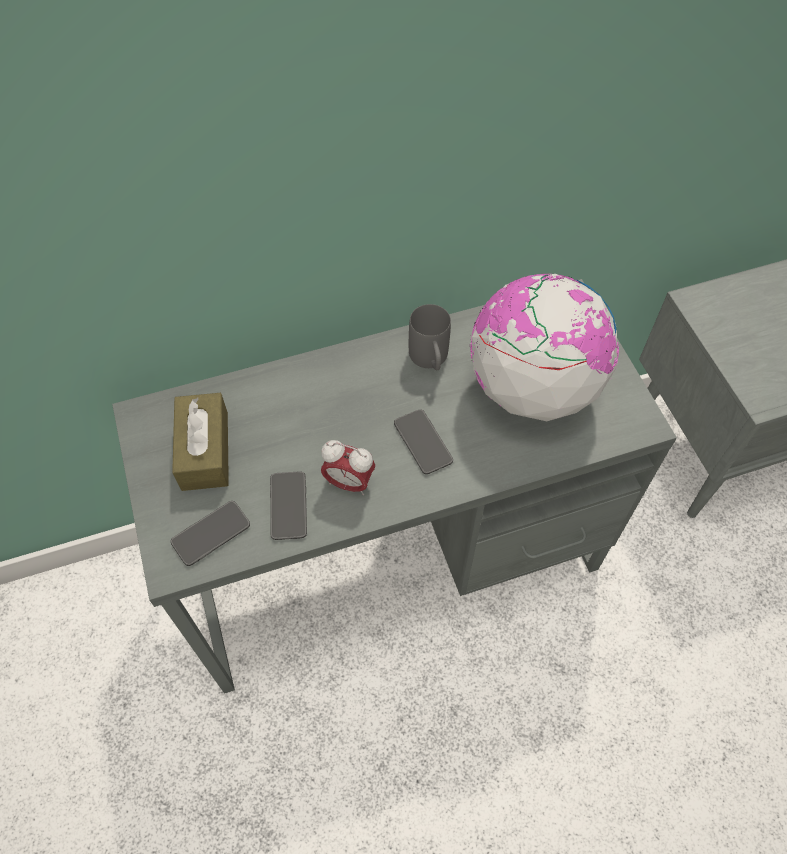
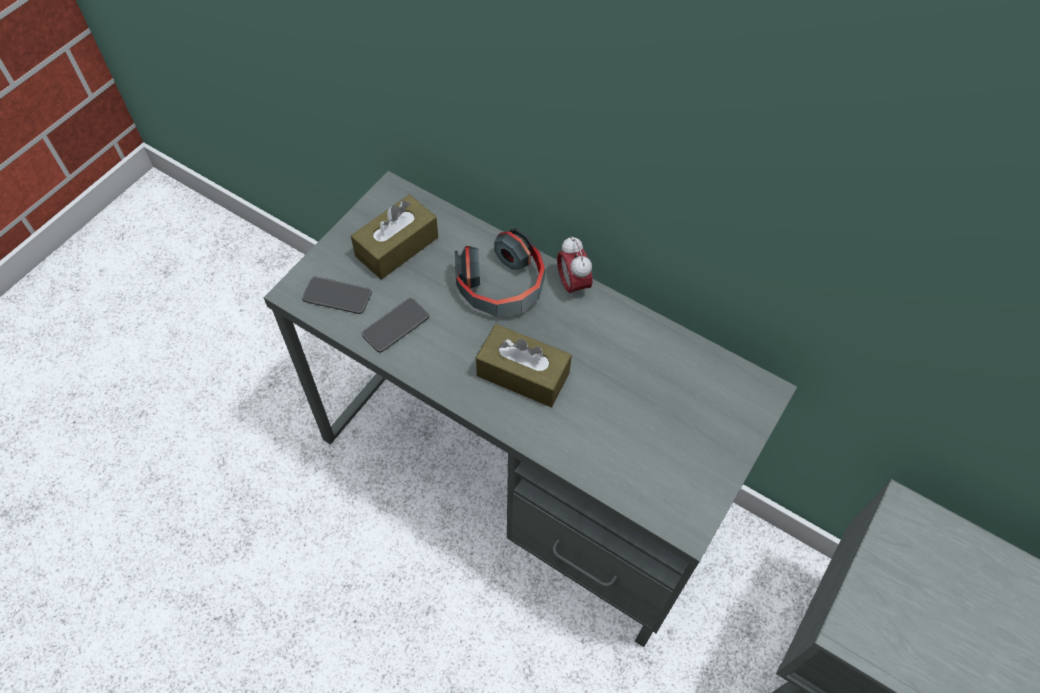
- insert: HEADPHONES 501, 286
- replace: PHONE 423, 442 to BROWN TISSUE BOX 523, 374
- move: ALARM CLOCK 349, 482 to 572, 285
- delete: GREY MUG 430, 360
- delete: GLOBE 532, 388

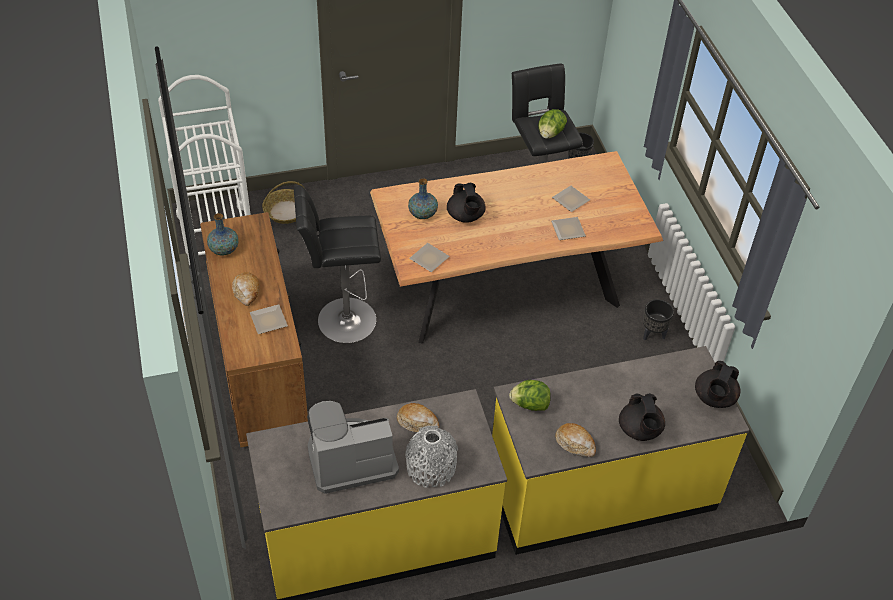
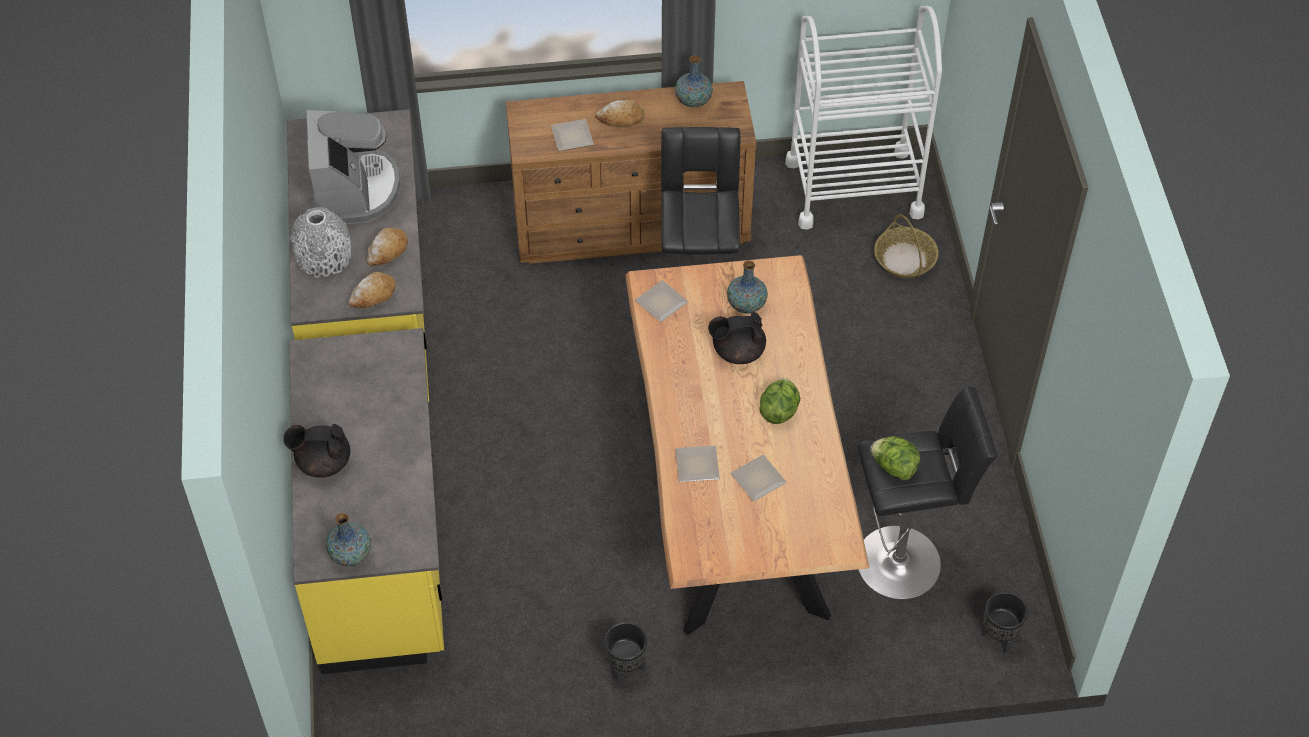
- replace: BLACK TEAPOT 714, 398 to VASE 350, 554
- move: BREAD 575, 443 to 373, 295
- move: LETTUCE 529, 404 to 779, 410

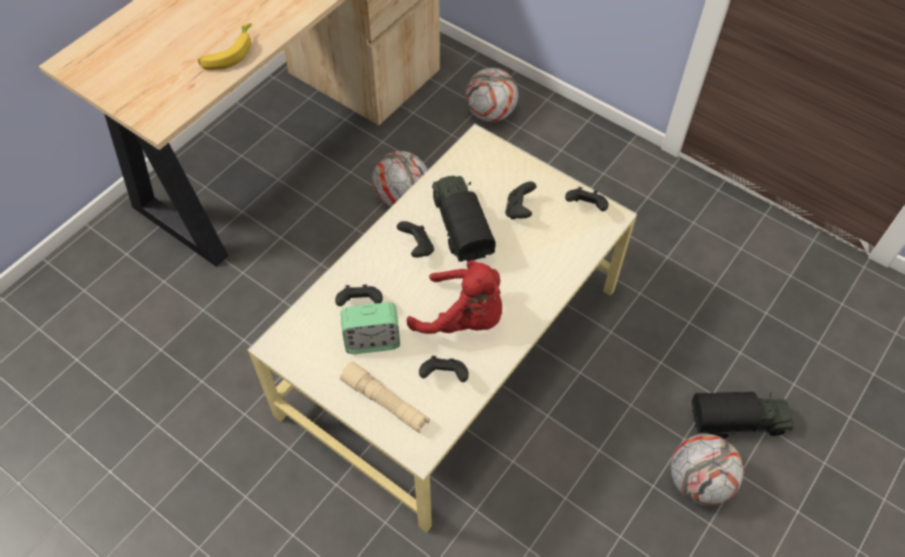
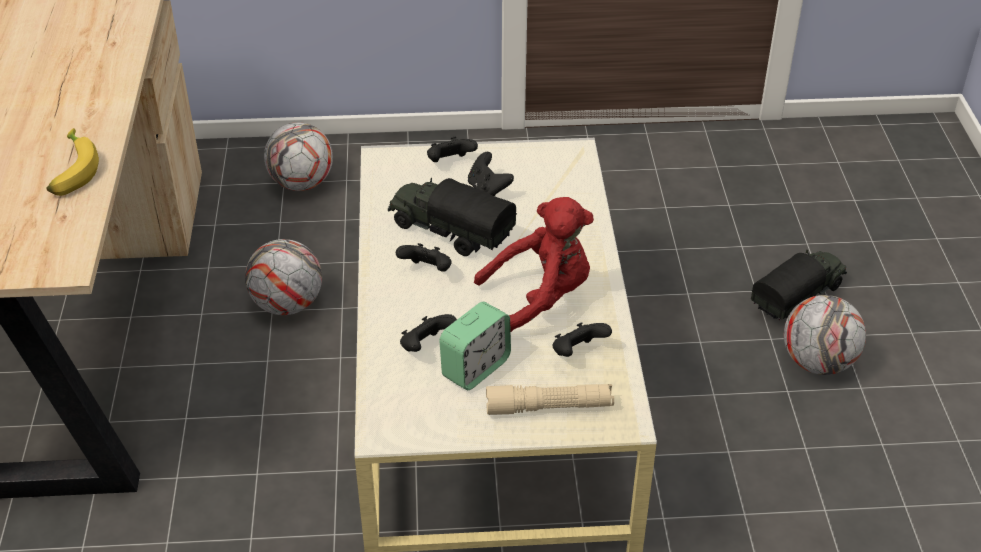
- move: BLACK GAME CONTROLLER 586, 207 to 450, 163

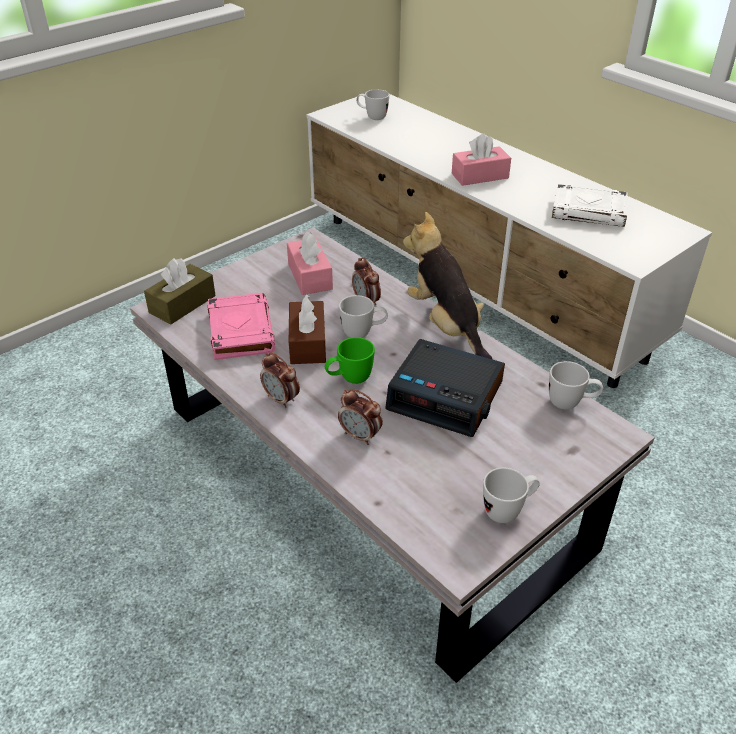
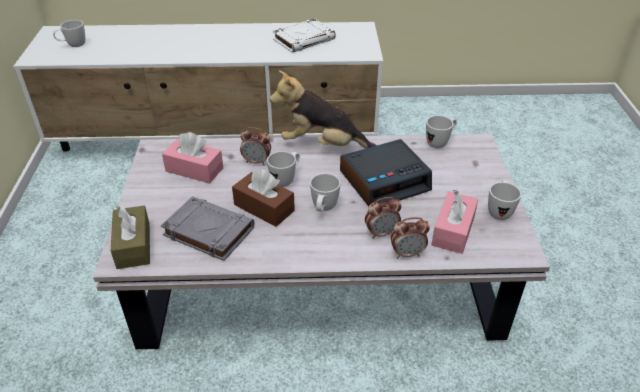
- recolor: PINK BOOK 240, 330 to GREY BOOK 208, 231
- recolor: GREEN MUG 349, 379 to WHITE MUG 323, 209
- move: ALARM CLOCK 281, 399 to 407, 253
- move: PINK TISSUE BOX 480, 176 to 453, 231

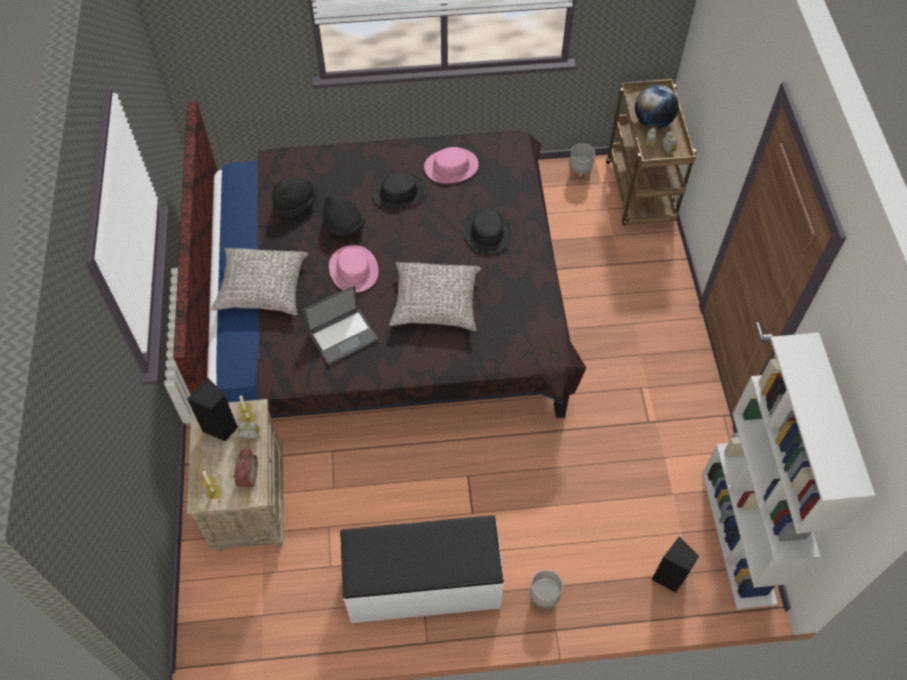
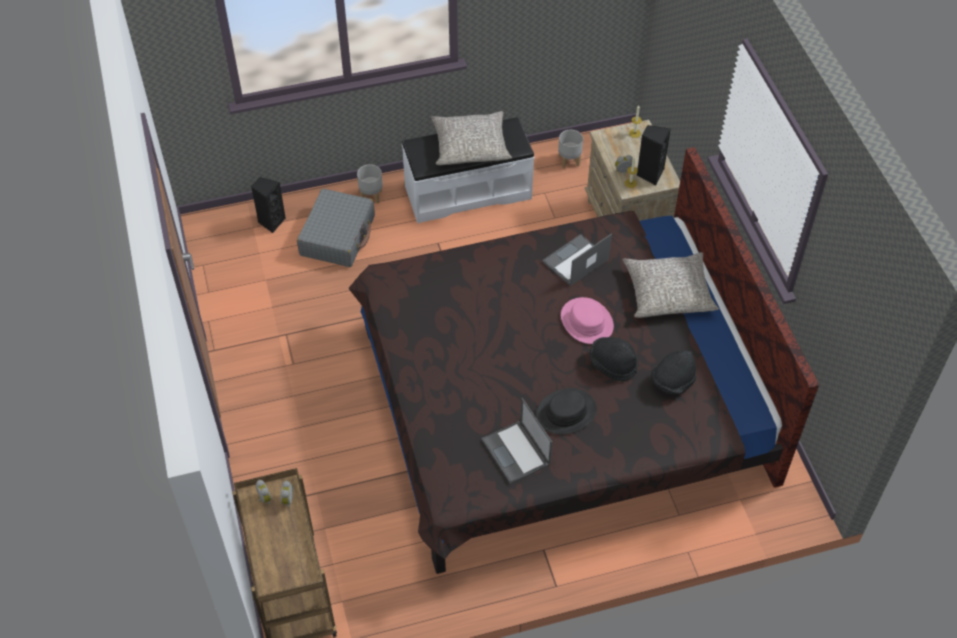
- insert: GREY SUITCASE 338, 236
- move: GREY PILLOW 435, 303 to 470, 146
- replace: PINK HAT 451, 166 to LAPTOP 516, 452
- move: GREY PLANTER 579, 174 to 569, 161
- delete: ALARM CLOCK 246, 476
- delete: BLACK HAT 487, 232
- delete: GLOBE 653, 122
- delete: WHITE BOOKCASE 739, 537

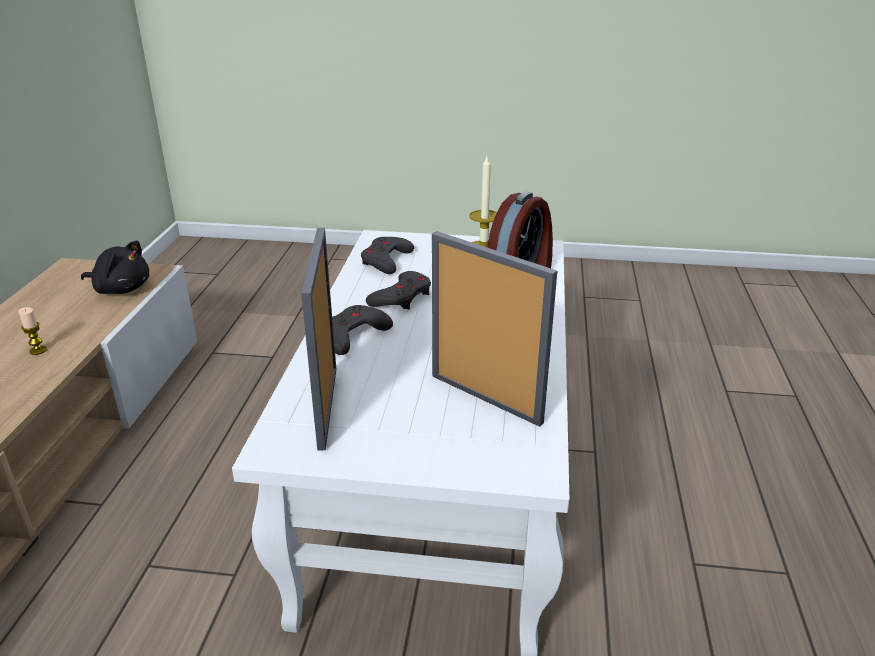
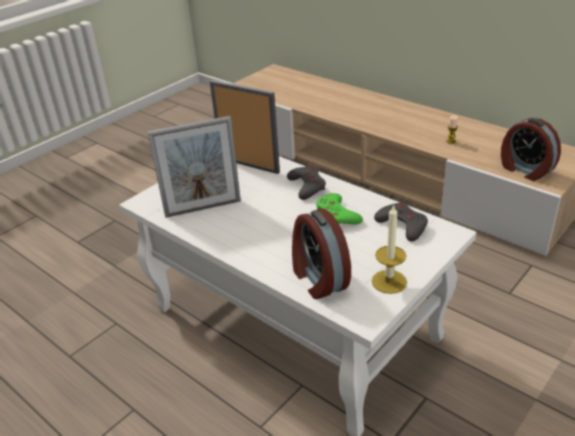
- recolor: GREY GAME CONTROLLER 401, 297 to GREEN GAME CONTROLLER 337, 215
- replace: BLACK PLUSH TOY 121, 289 to ALARM CLOCK 525, 170

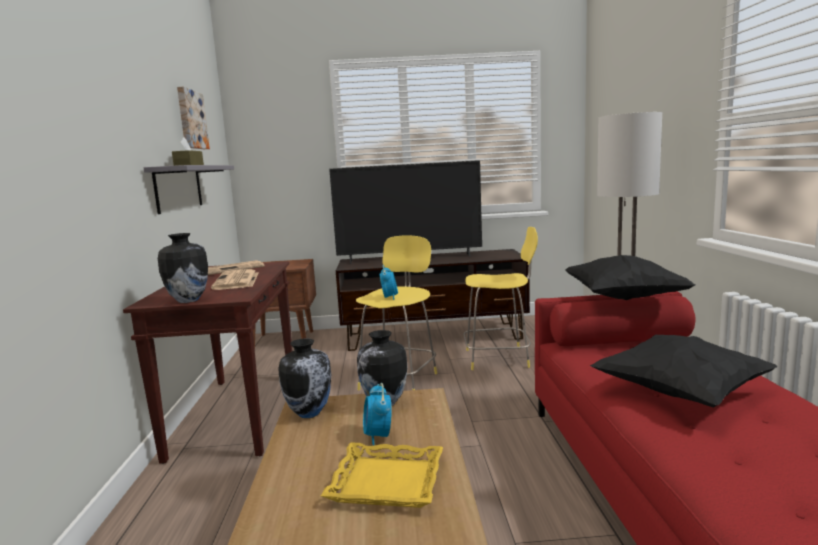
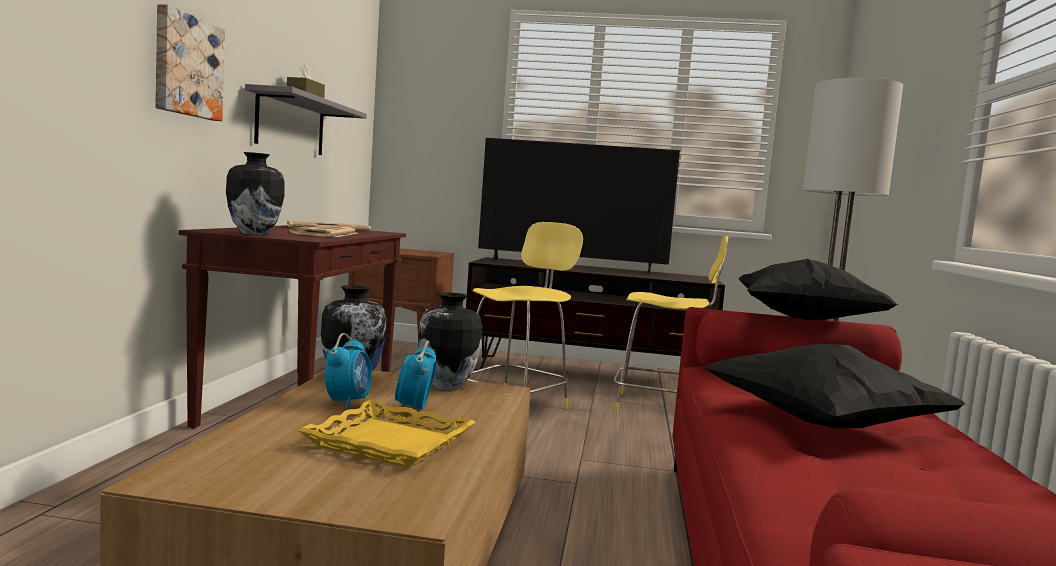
- move: PICTURE 190, 120 to 186, 66
- move: ALARM CLOCK 389, 297 to 348, 402

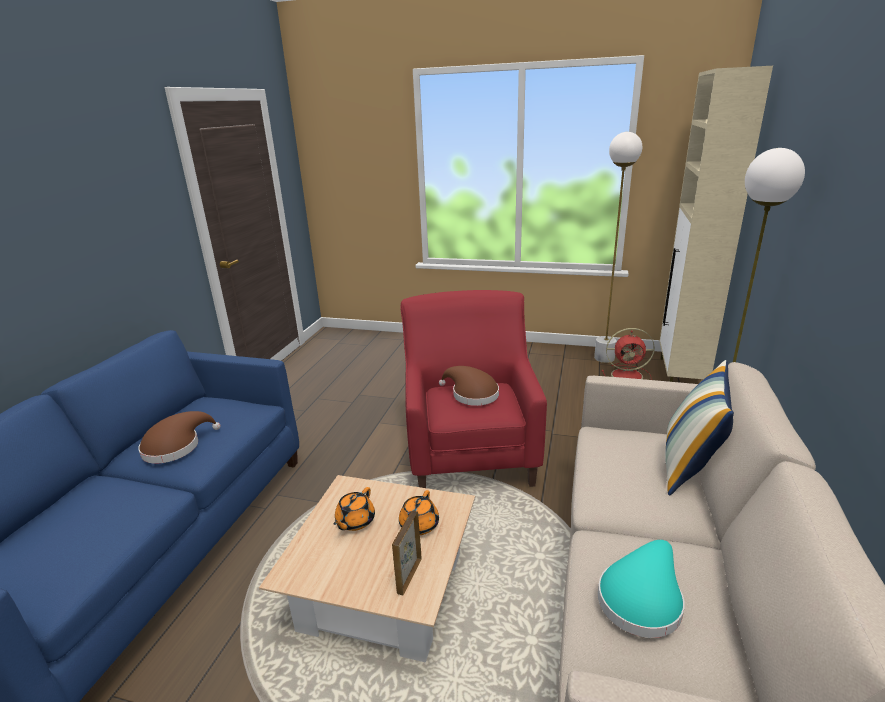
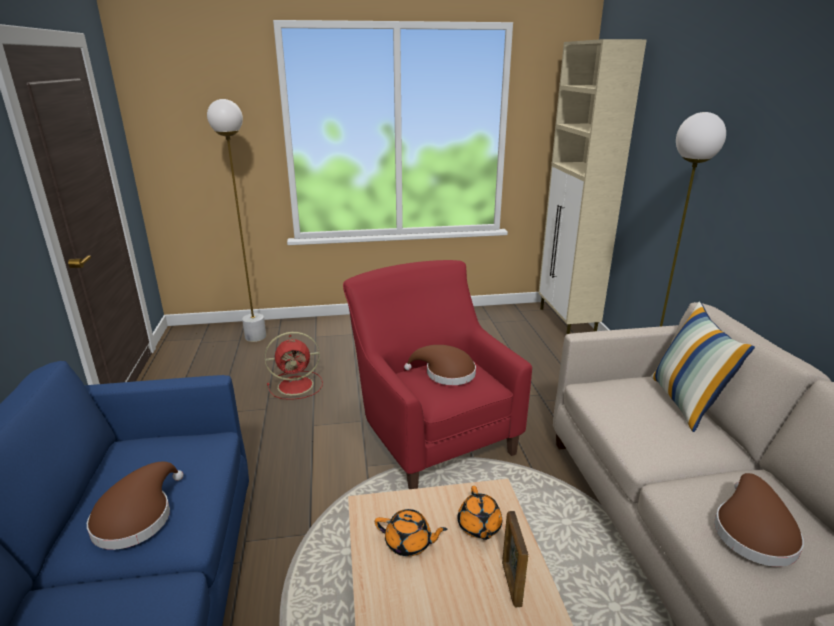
- move: WHITE FLOOR LAMP 604, 358 to 255, 337
- move: RED FAN 628, 375 to 297, 385
- rotate: ORANGE TEAPOT 355, 521 = 409, 543 75 degrees counterclockwise
- recolor: TURQUOISE HAT 641, 598 to BROWN HAT 752, 531

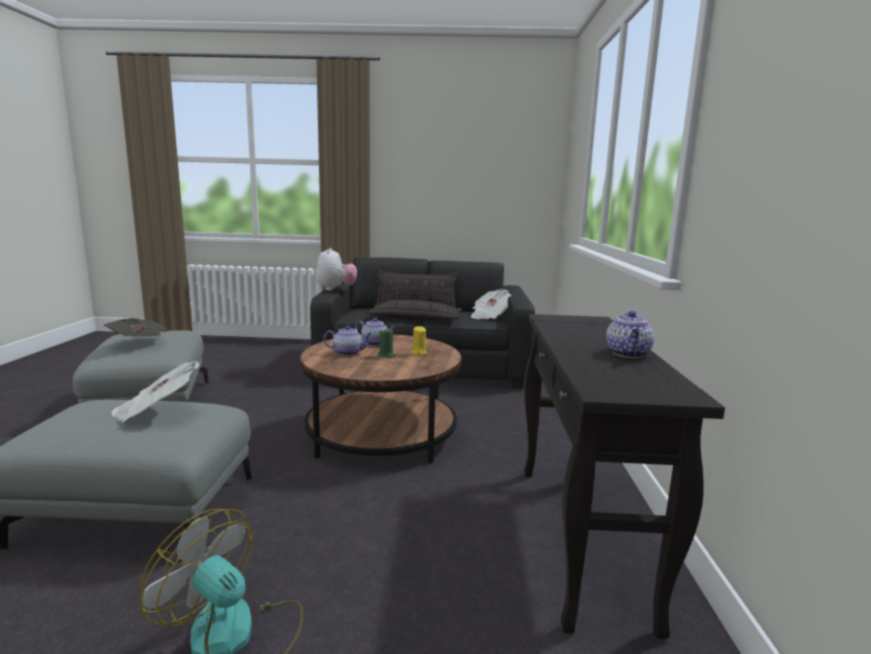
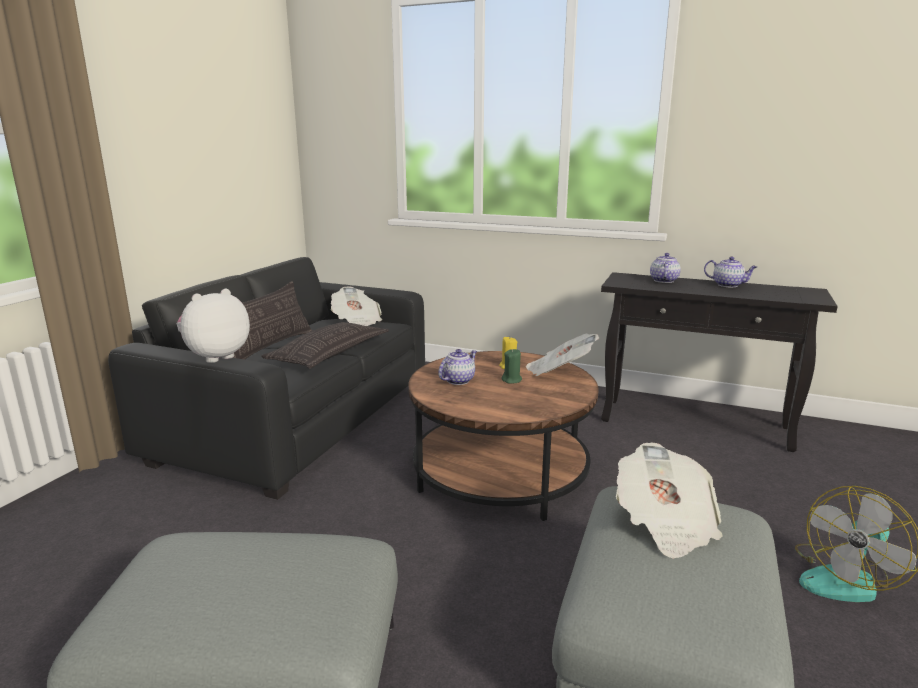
- rotate: PLUSH TOY 336, 289 = 215, 356 60 degrees counterclockwise
- move: NEWSPAPER 140, 343 to 559, 372
- move: TEAPOT 348, 353 to 663, 280

